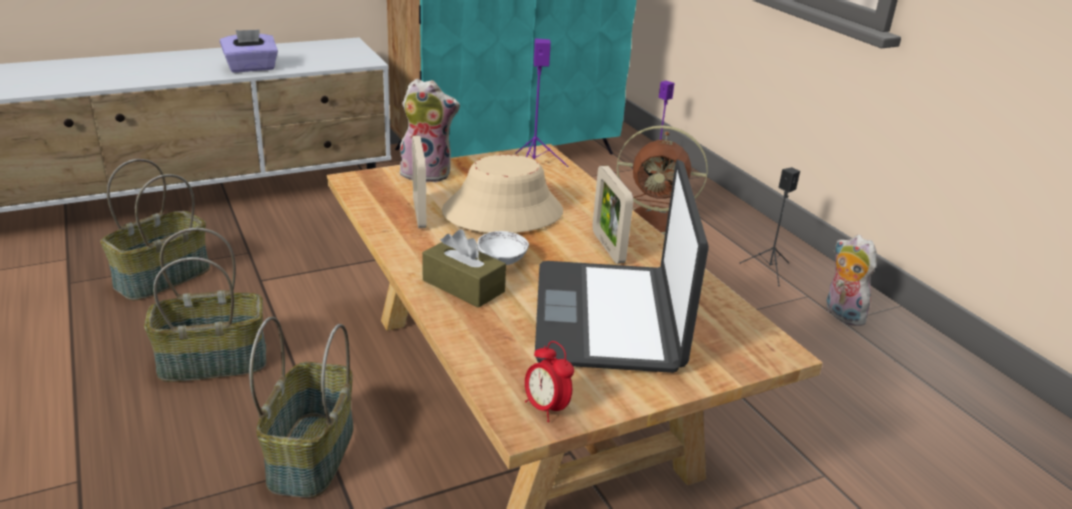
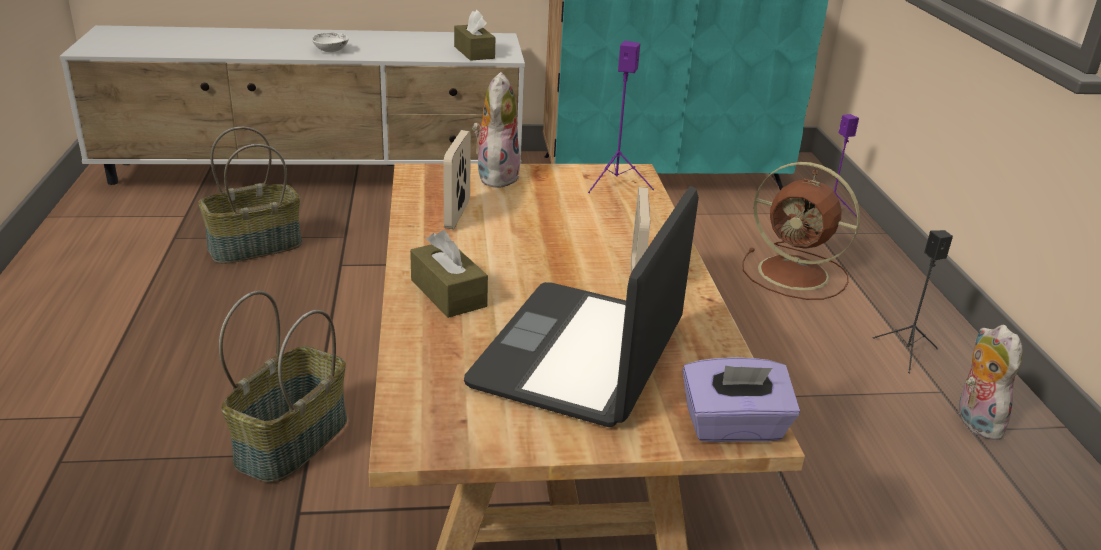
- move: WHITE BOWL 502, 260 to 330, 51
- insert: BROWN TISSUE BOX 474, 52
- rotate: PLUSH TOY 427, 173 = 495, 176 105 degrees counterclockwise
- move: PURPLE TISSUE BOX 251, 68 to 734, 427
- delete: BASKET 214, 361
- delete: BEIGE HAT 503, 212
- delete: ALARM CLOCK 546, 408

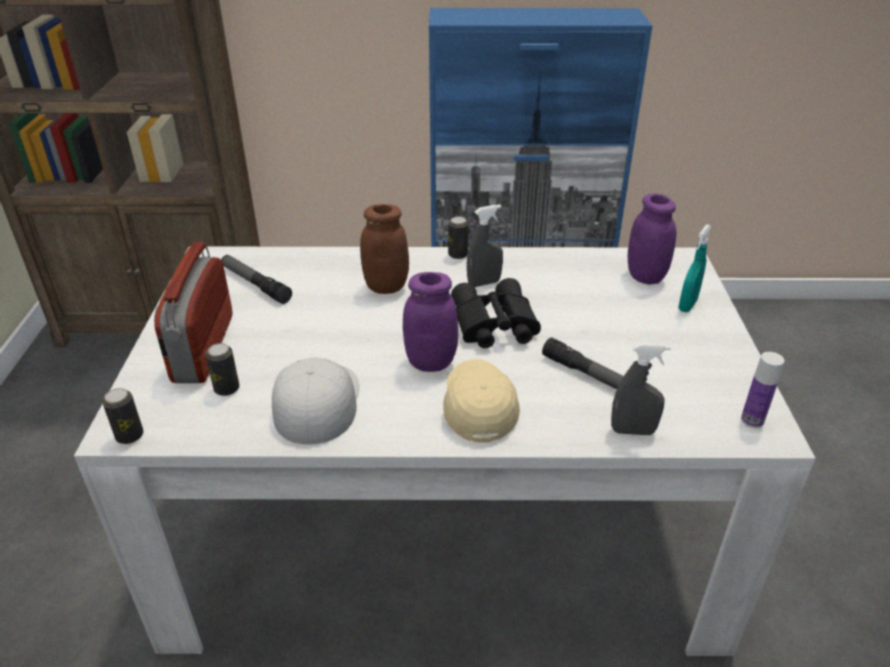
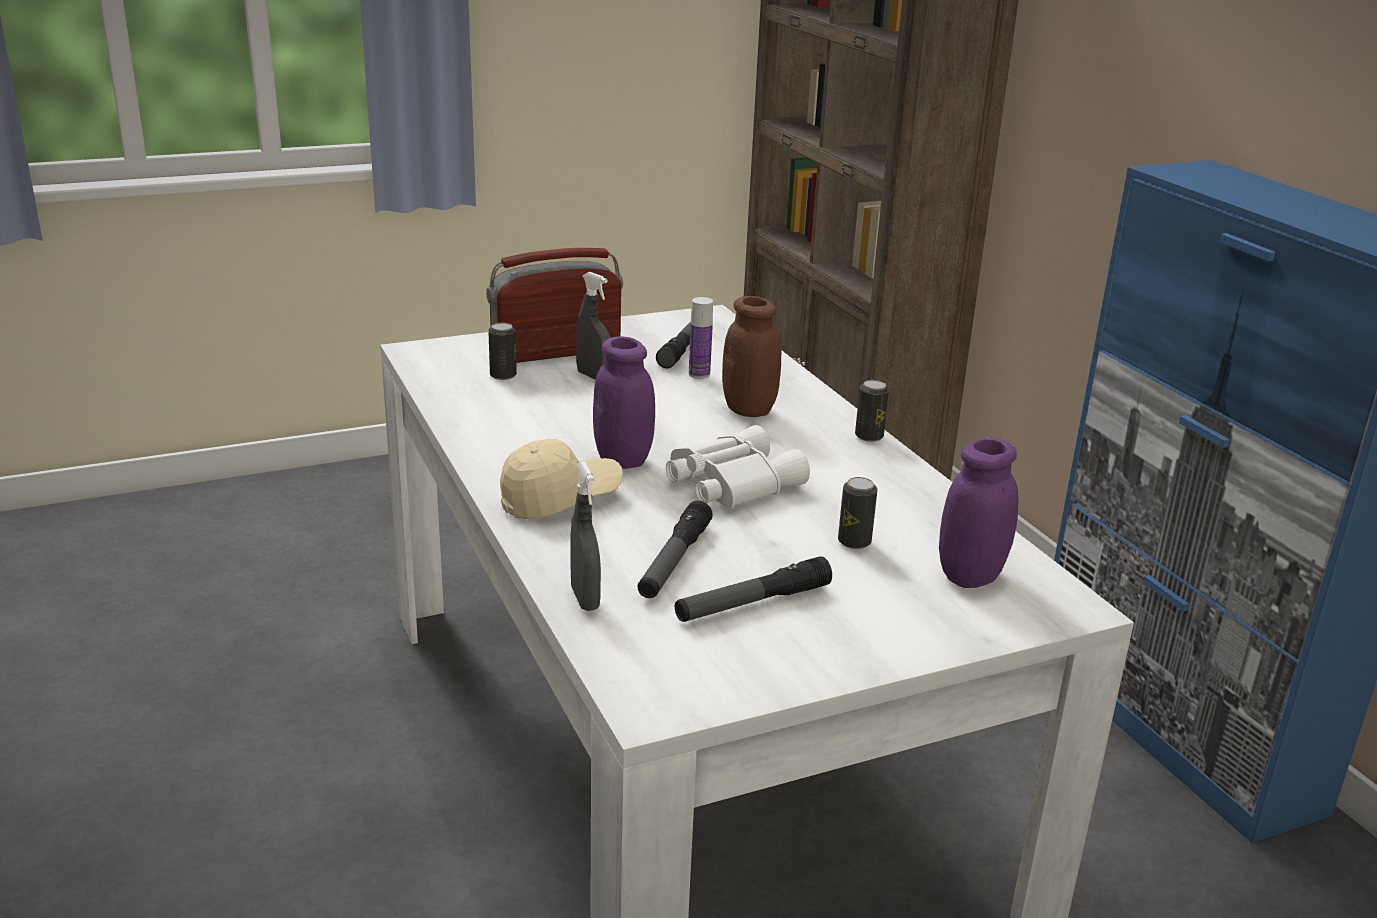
- move: GREY SPRAY BOTTLE 484, 283 to 593, 376
- recolor: BLACK BINOCULARS 492, 325 to WHITE BINOCULARS 729, 482
- insert: FLASHLIGHT 752, 603
- move: BOTTLE 752, 420 to 699, 374
- move: CAN 129, 436 to 854, 542
- delete: WHITE CAP 315, 401
- delete: TURQUOISE SPRAY BOTTLE 687, 305

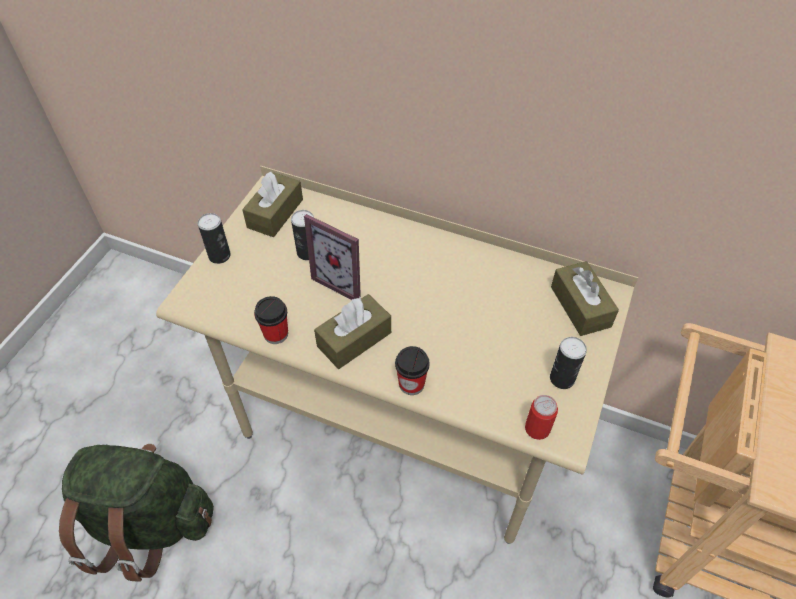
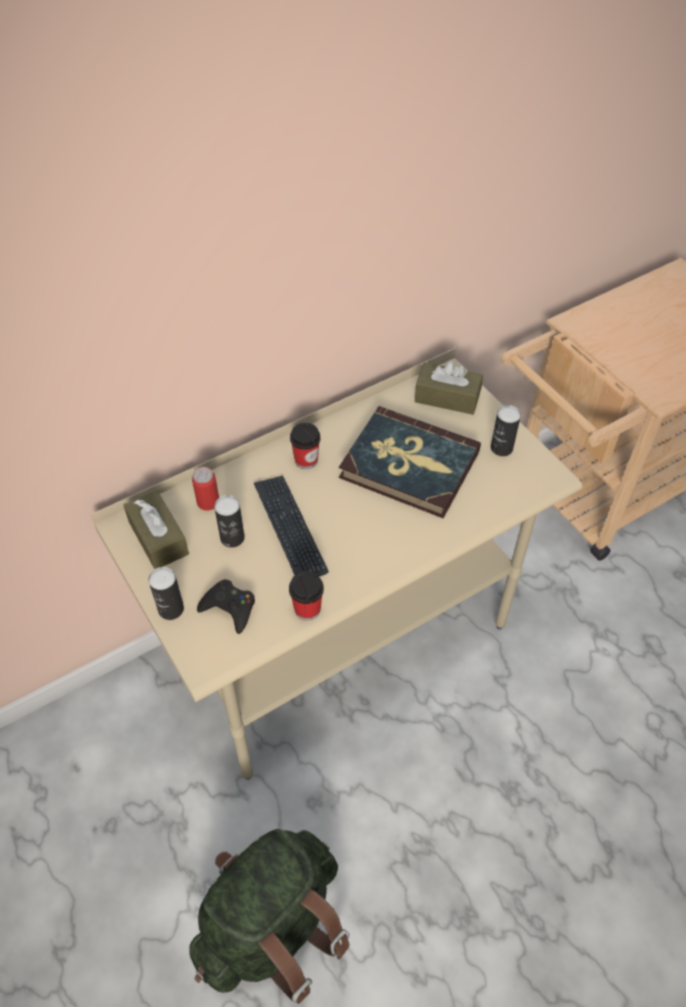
- move: CAN 537, 428 to 208, 502
- insert: BLACK GAME CONTROLLER 229, 608
- replace: PICTURE FRAME 344, 280 to KEYBOARD 289, 528
- move: CUP 411, 384 to 306, 460
- insert: BOOK 409, 465
- delete: BROWN TISSUE BOX 354, 339

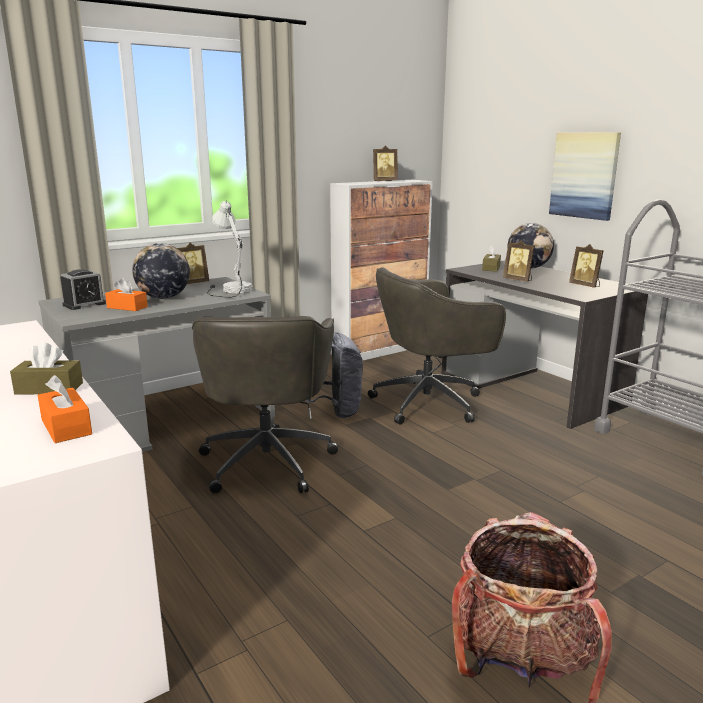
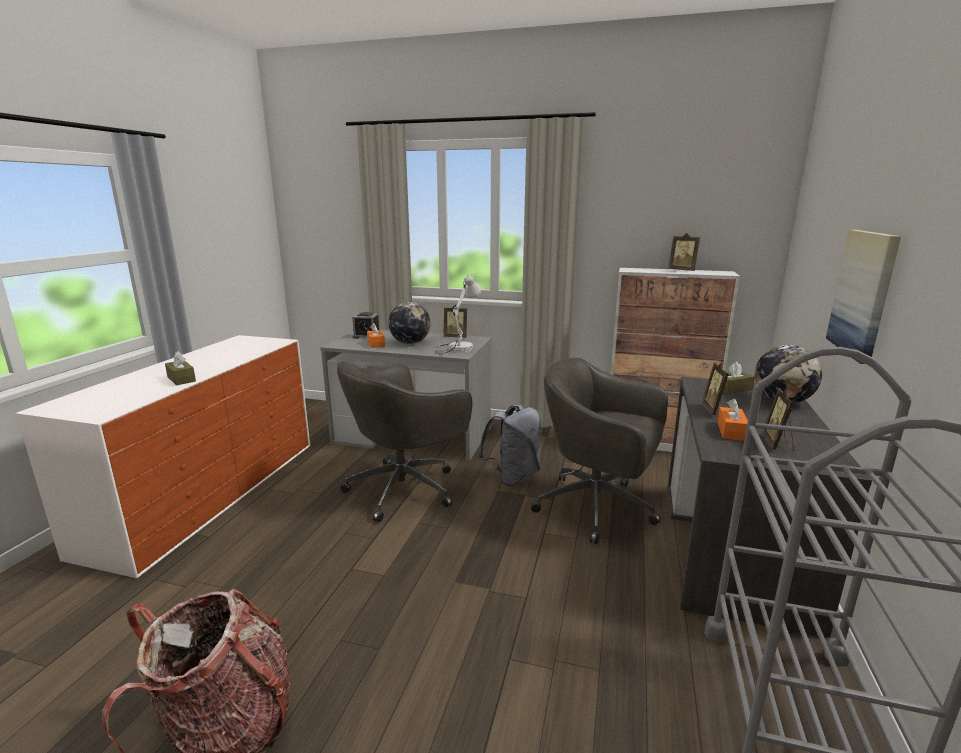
- move: ORANGE TISSUE BOX 66, 427 to 731, 431

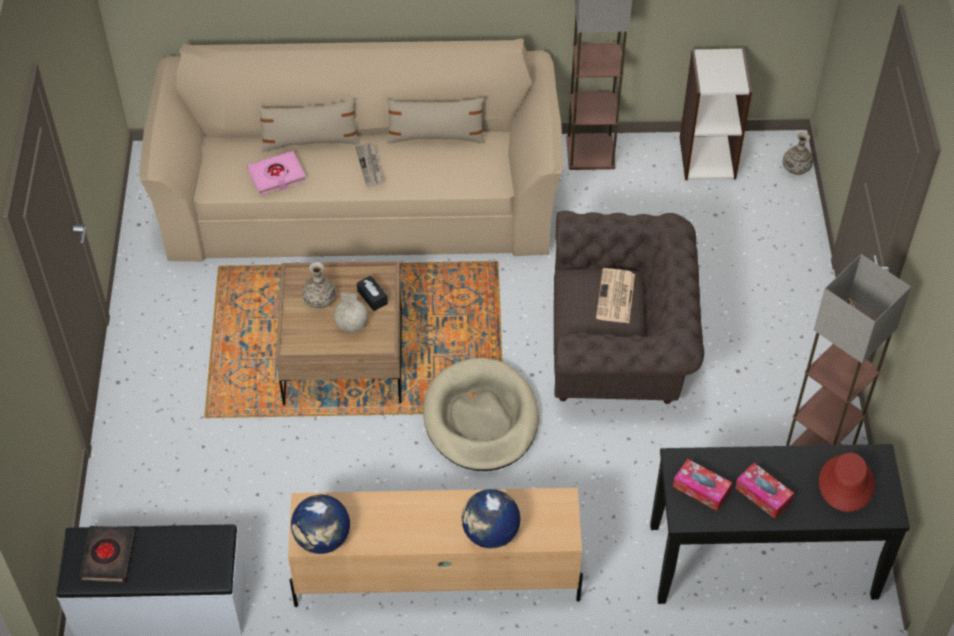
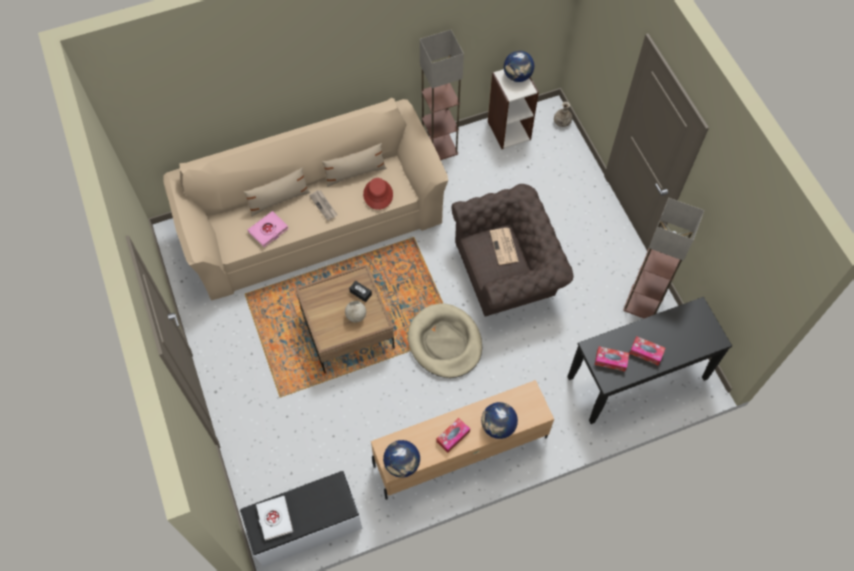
- recolor: BLACK BOOK 108, 556 to WHITE BOOK 274, 518
- move: RED HAT 846, 483 to 378, 194
- insert: TISSUE BOX 453, 437
- insert: GLOBE 517, 76
- delete: VASE 320, 299

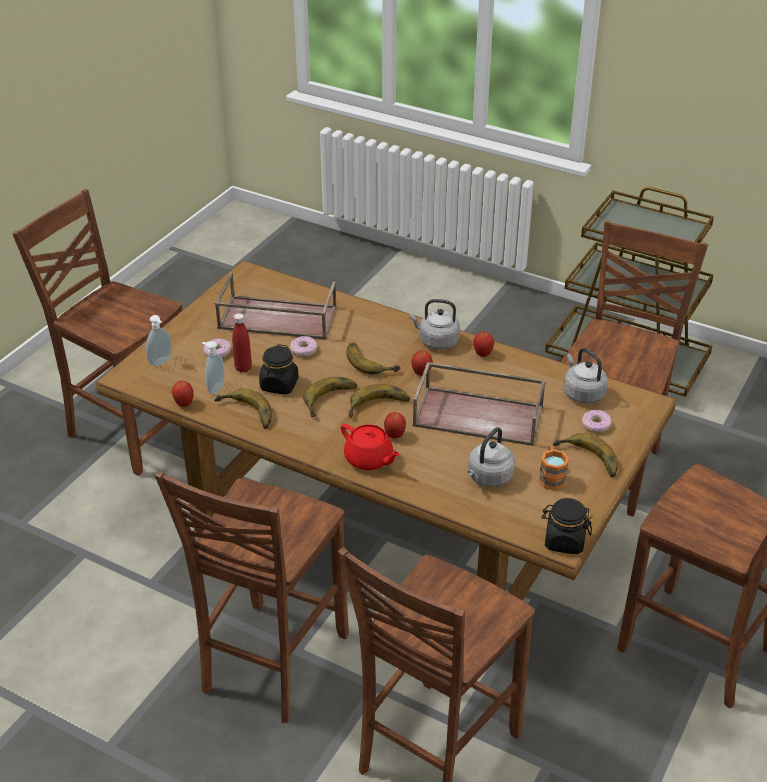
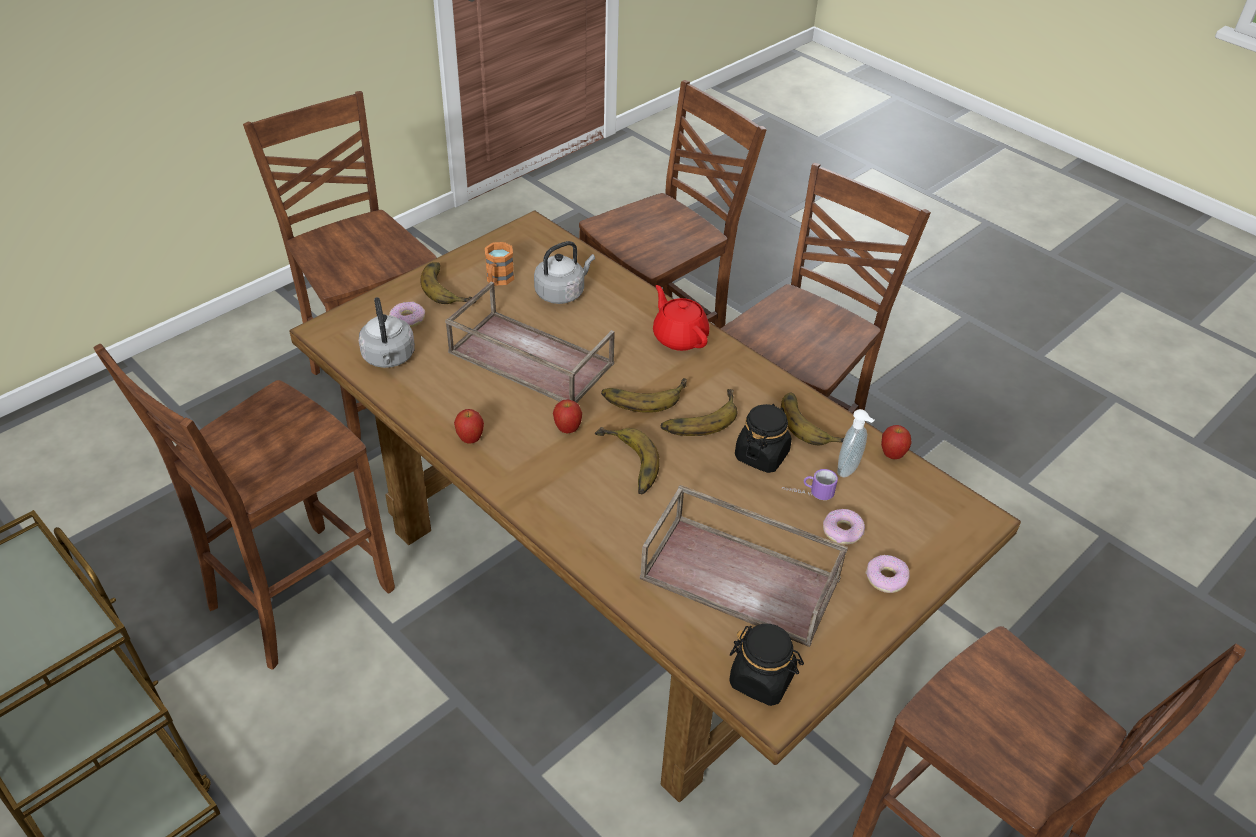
- move: BLACK JAR 564, 541 to 762, 679
- replace: RED BOTTLE 243, 368 to MUG 807, 494
- move: DONUT 304, 350 to 886, 578
- delete: SOAP DISPENSER 161, 362
- delete: APPLE 394, 436
- delete: GREY KETTLE 436, 341

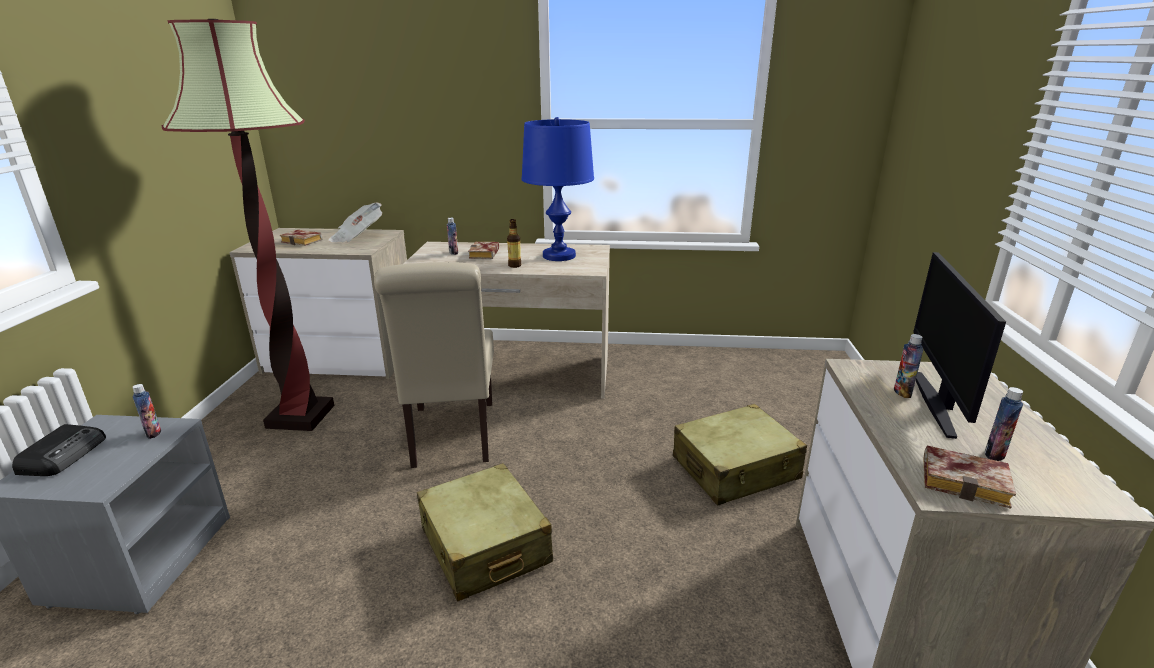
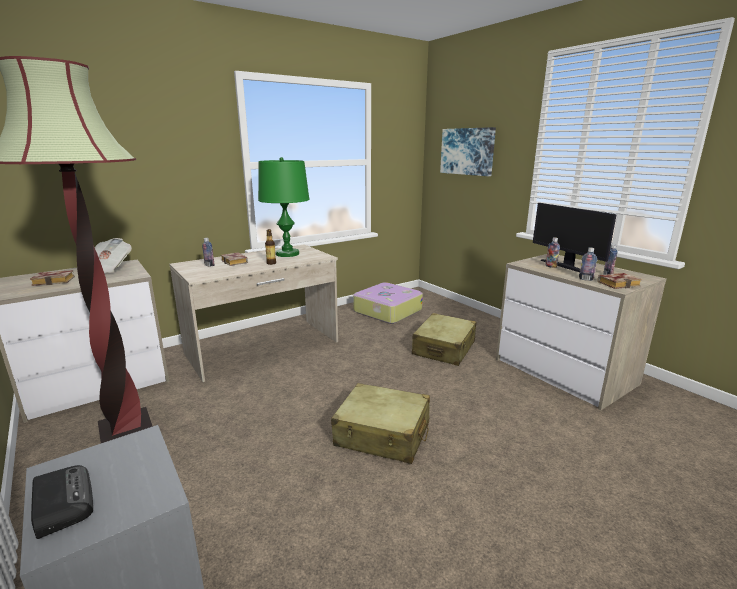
- recolor: BLUE TABLE LAMP 559, 256 to GREEN TABLE LAMP 287, 254
- insert: SUITCASE 387, 311
- insert: PICTURE 467, 151
- move: BOTTLE 153, 433 to 585, 279
- delete: BEIGE CHAIR 452, 437

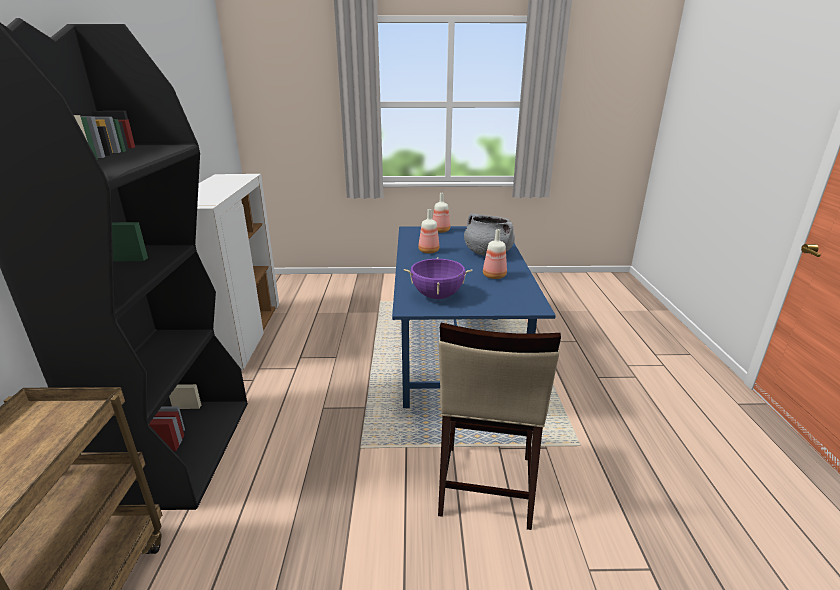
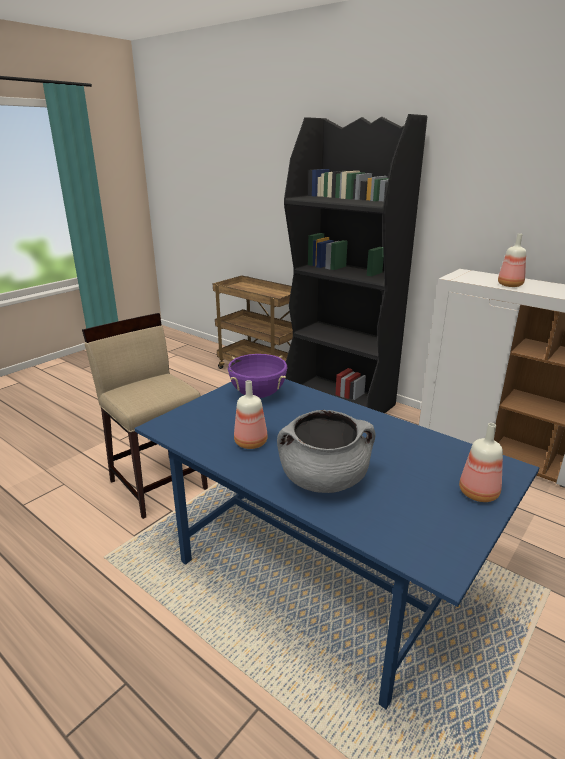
- move: BOTTLE 428, 251 to 510, 285

